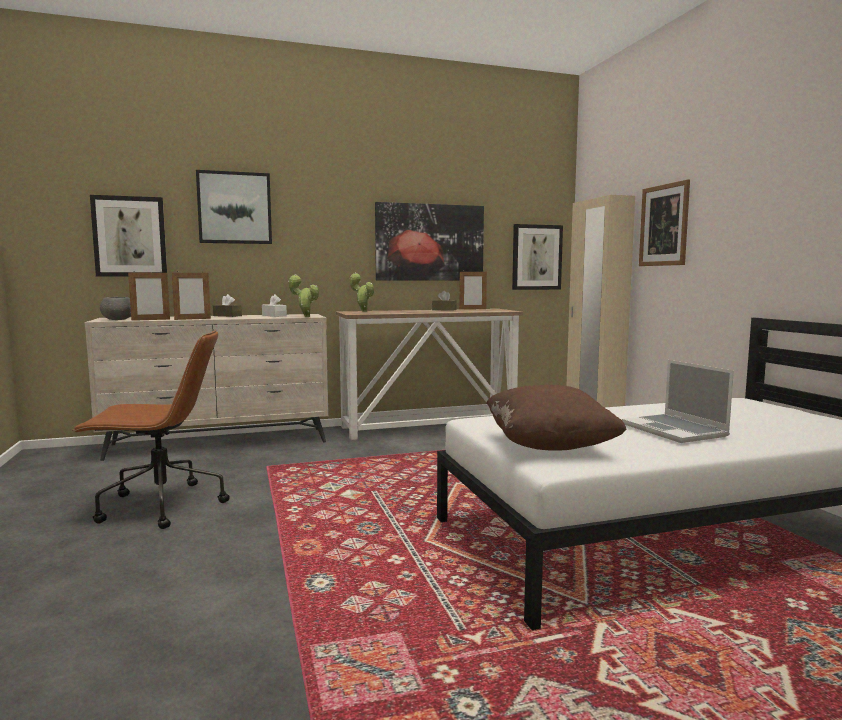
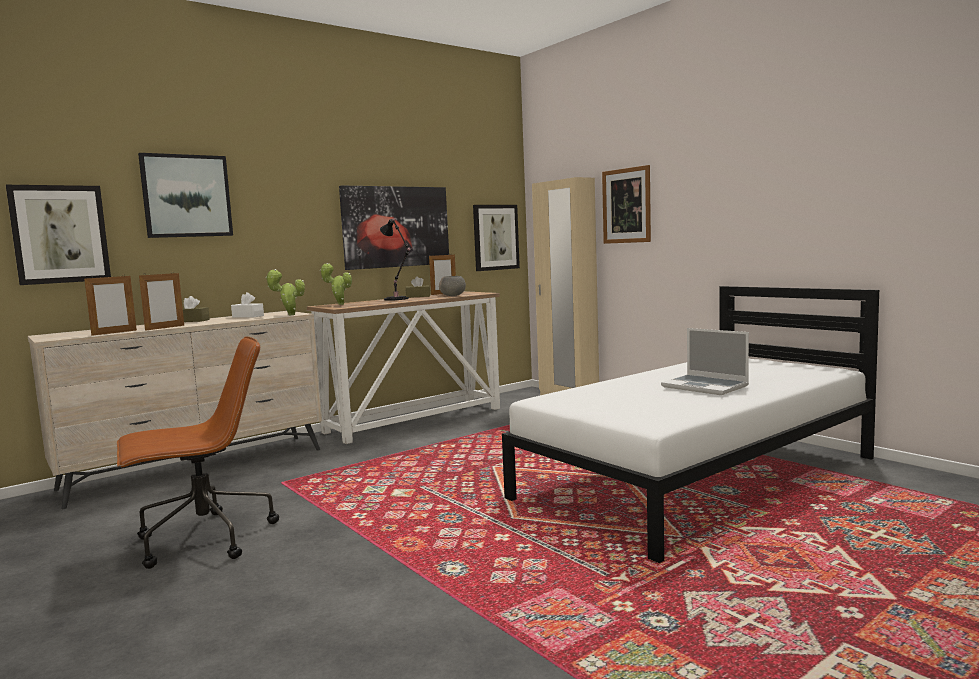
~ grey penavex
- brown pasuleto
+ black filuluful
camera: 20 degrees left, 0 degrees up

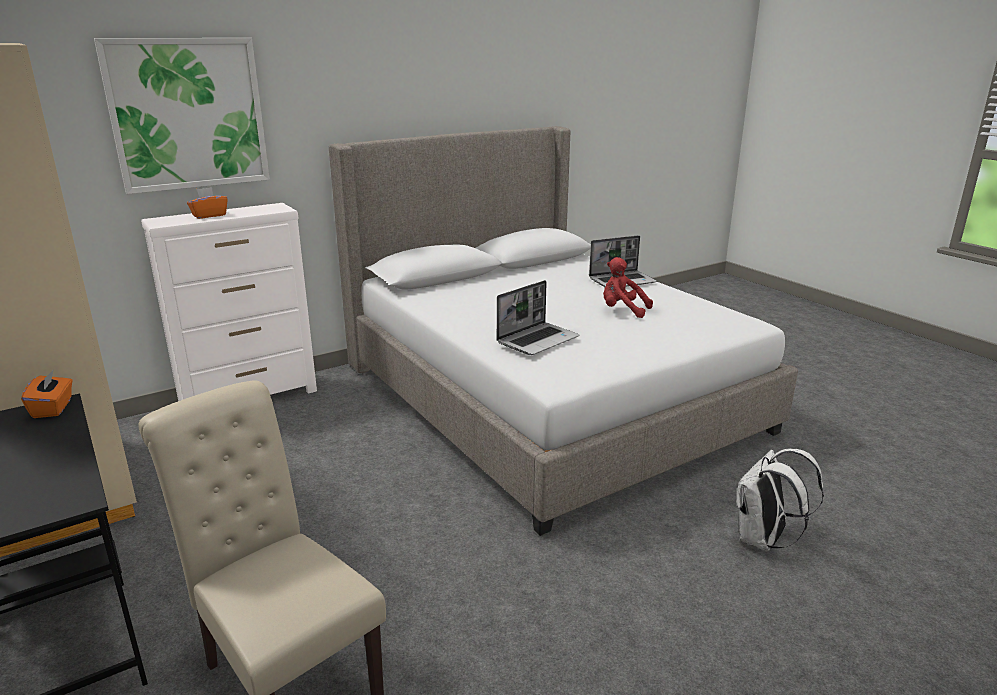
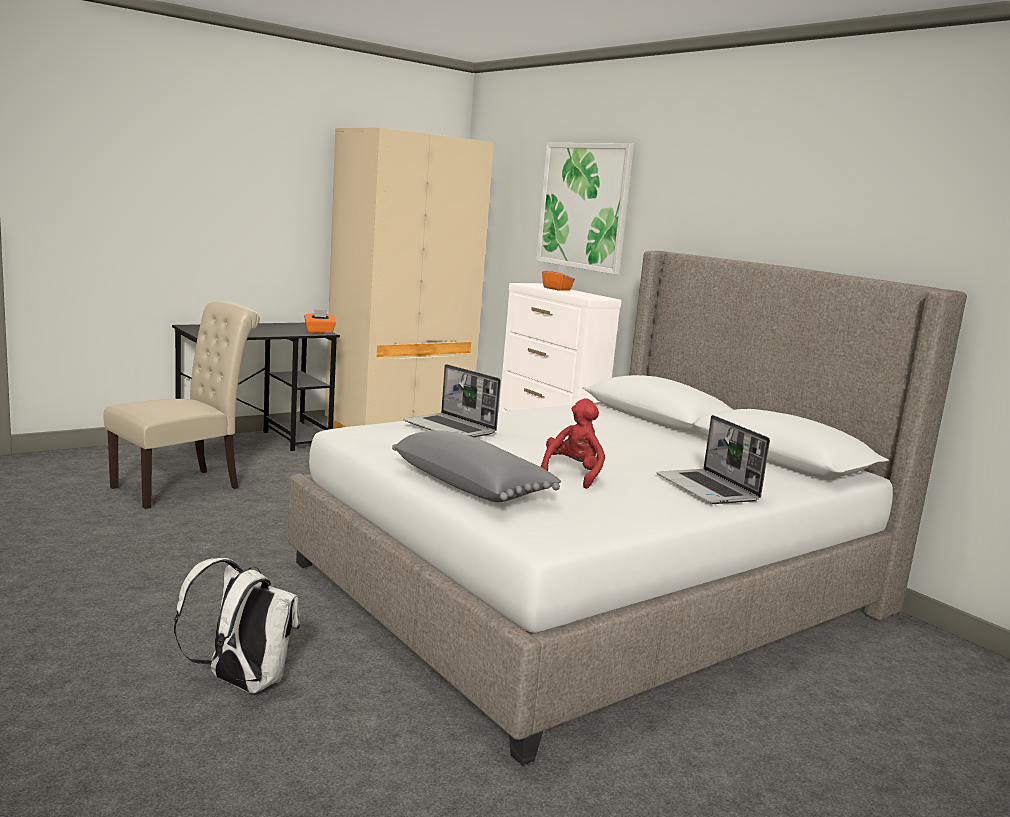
+ grey pasuleto
camera: 85 degrees right, 10 degrees down

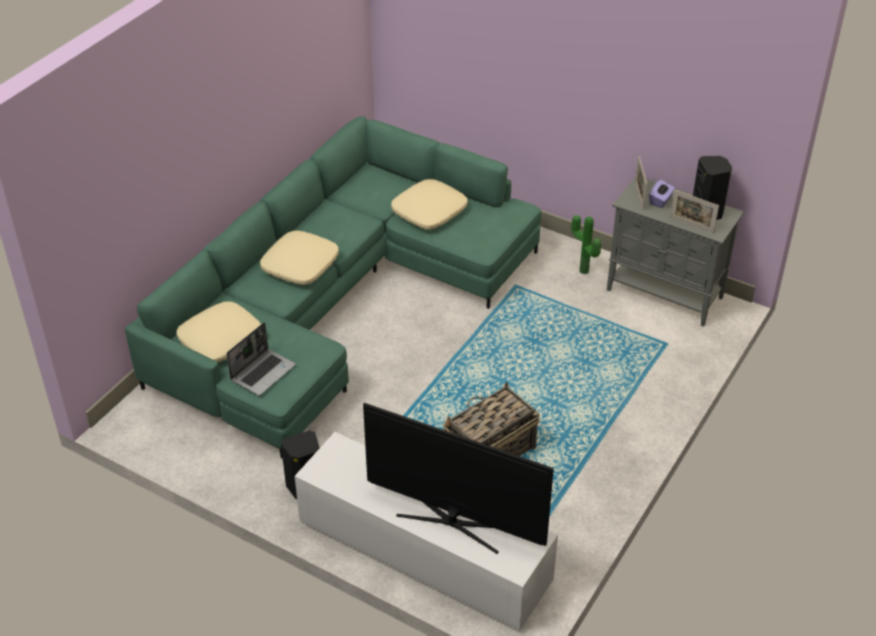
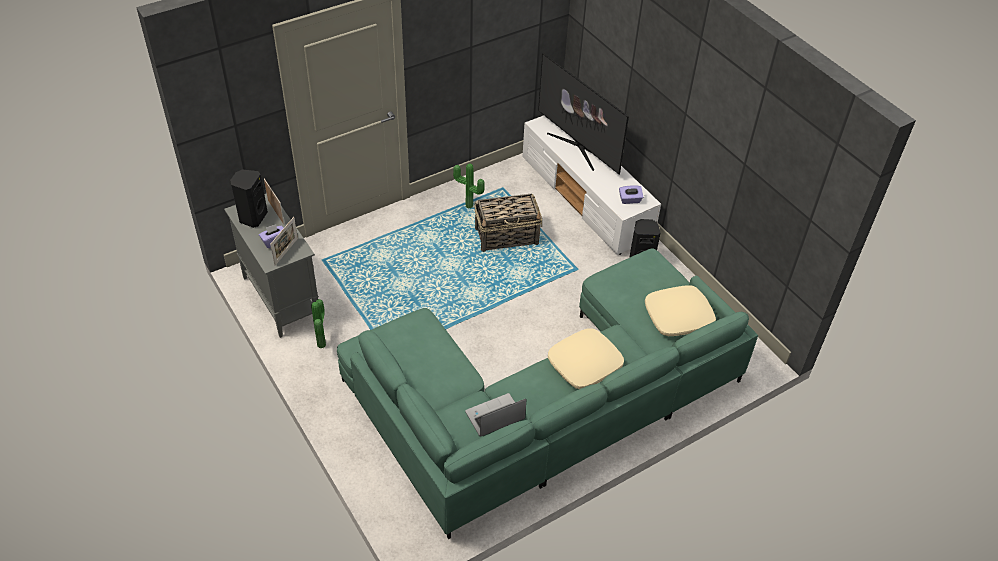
- beige pasuleto (3rd from left)
~ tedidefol
+ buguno (2nd from left)
+ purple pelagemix (2nd from left)
camera: 155 degrees left, 5 degrees up

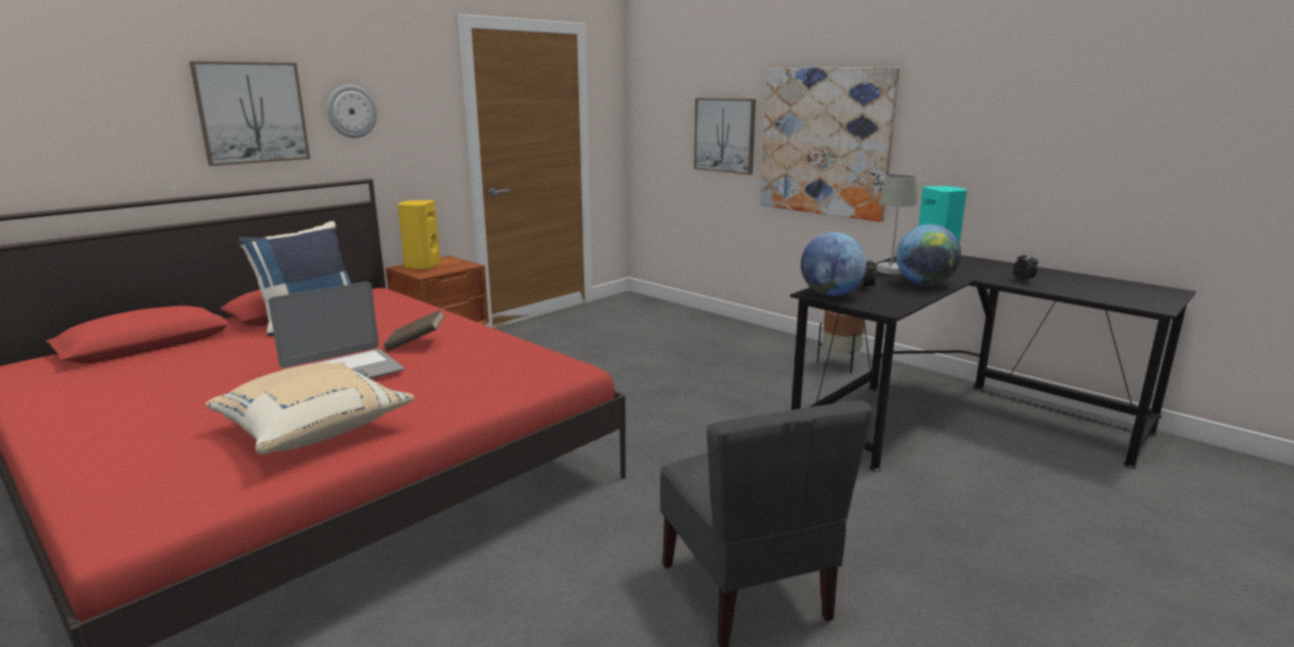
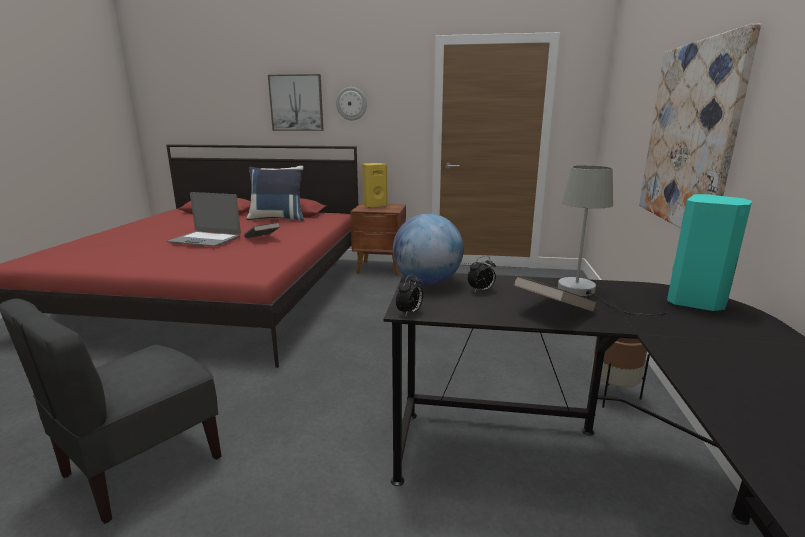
- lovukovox (2nd from left)
~ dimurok (2nd from left) to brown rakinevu (2nd from left)
~ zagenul (2nd from left in the first image) to zagenul (1st from left)
- beige pasuleto
camera: 55 degrees right, 0 degrees up

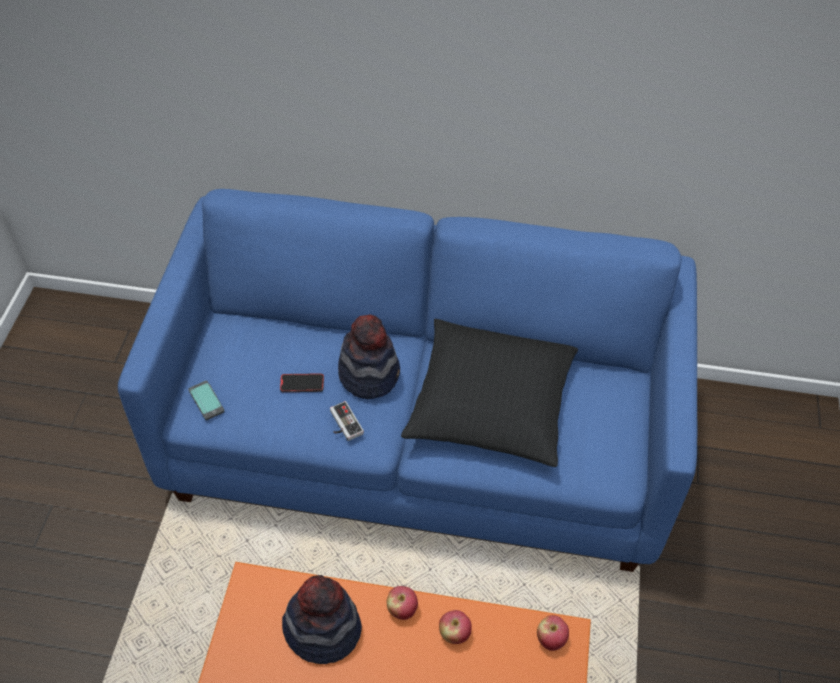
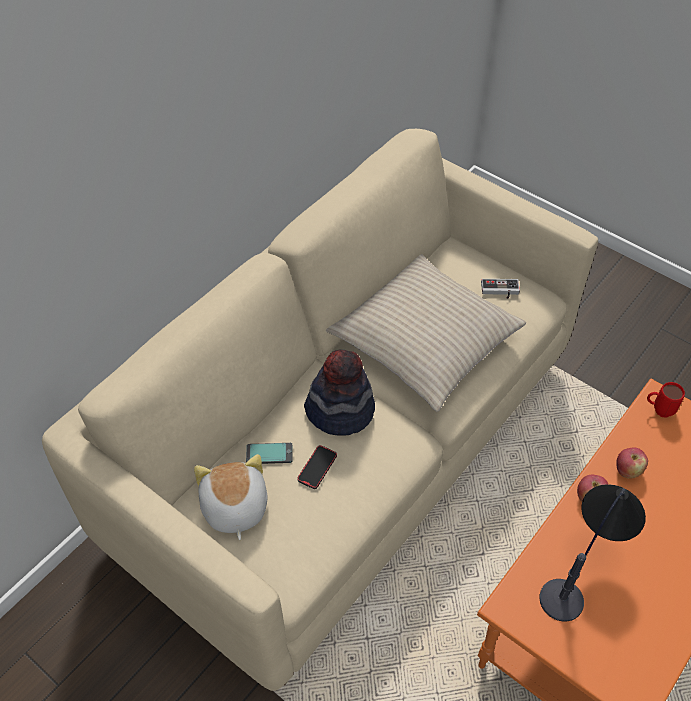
~ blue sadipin to beige sadipin
~ black pasuleto to beige pasuleto
~ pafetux (1st from left)
~ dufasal
~ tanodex (1st from left) to filuluful
~ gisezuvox (3rd from left) to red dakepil
+ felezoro
camera: 60 degrees left, 0 degrees up

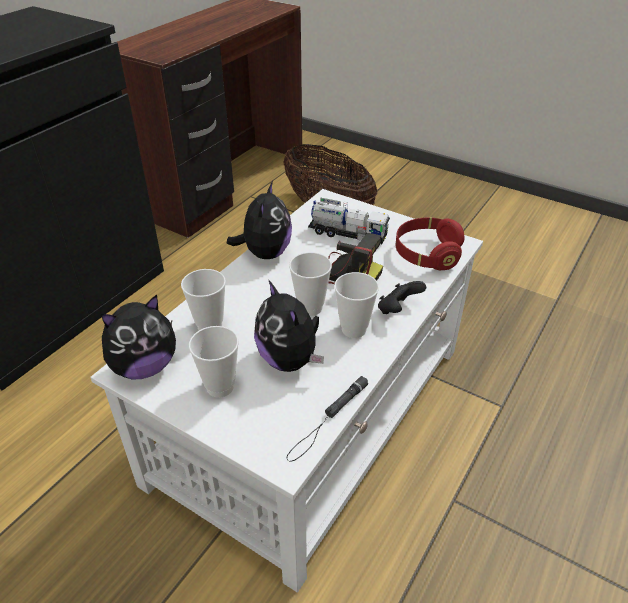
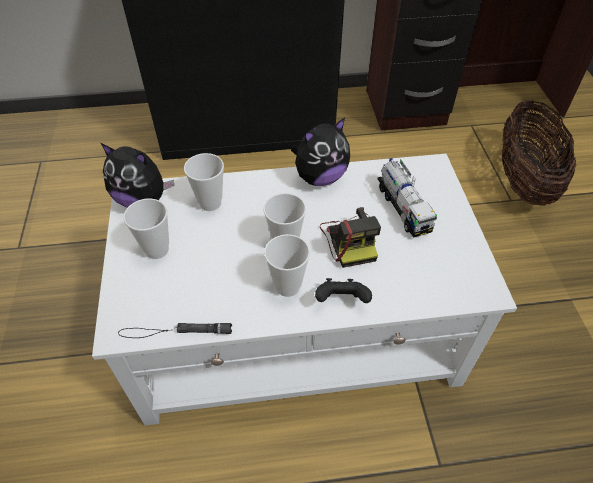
- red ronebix
- felezoro (3rd from left)
camera: 50 degrees right, 10 degrees up

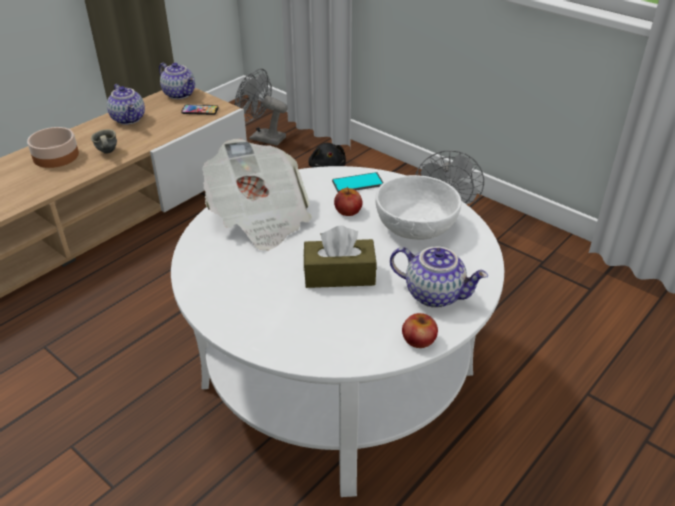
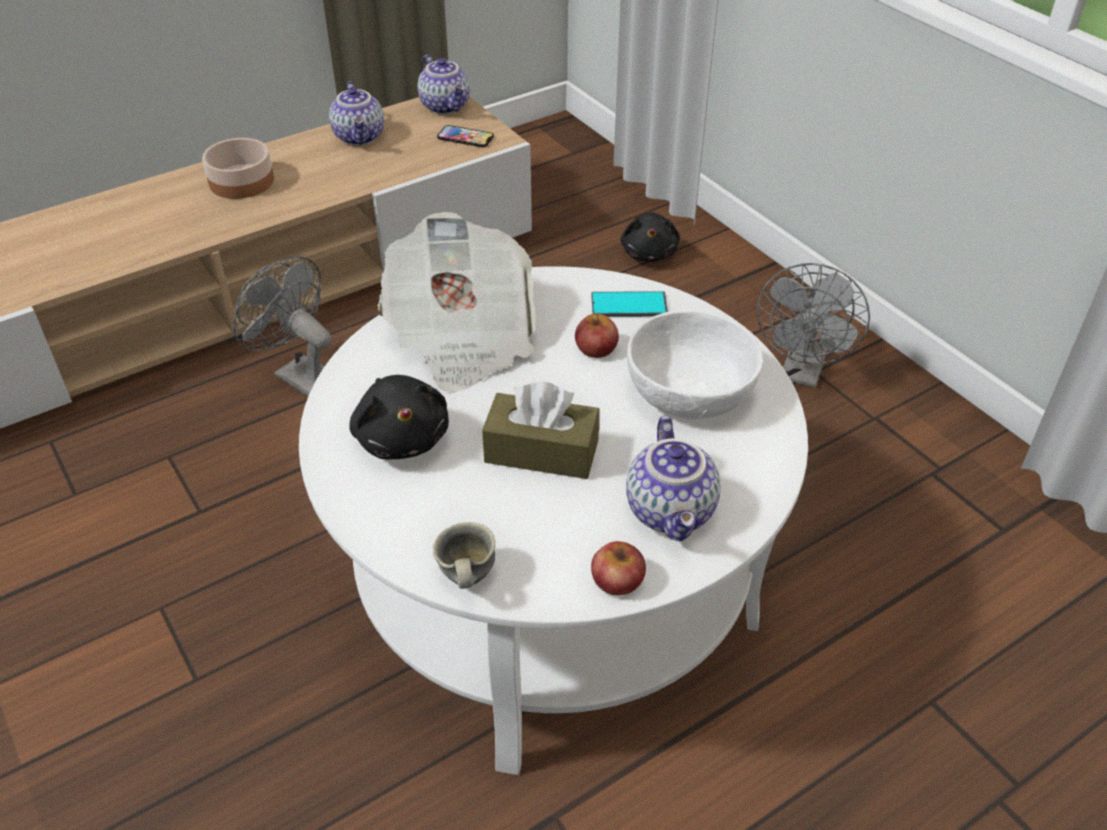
~ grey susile (1st from left)
~ grey dakepil
~ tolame (3rd from left) 45 degrees clockwise
+ black felezoro (1st from left)
camera: 15 degrees right, 5 degrees up

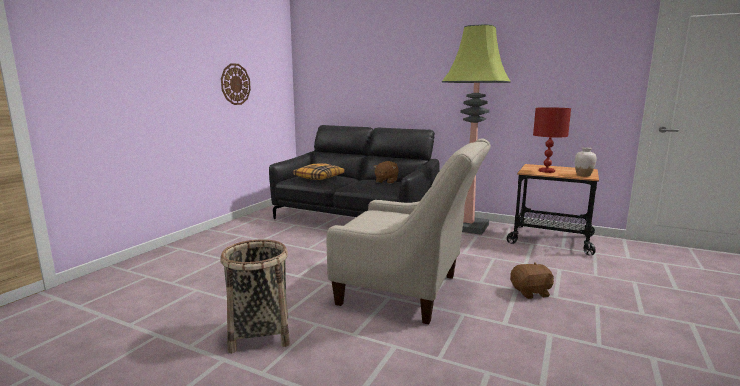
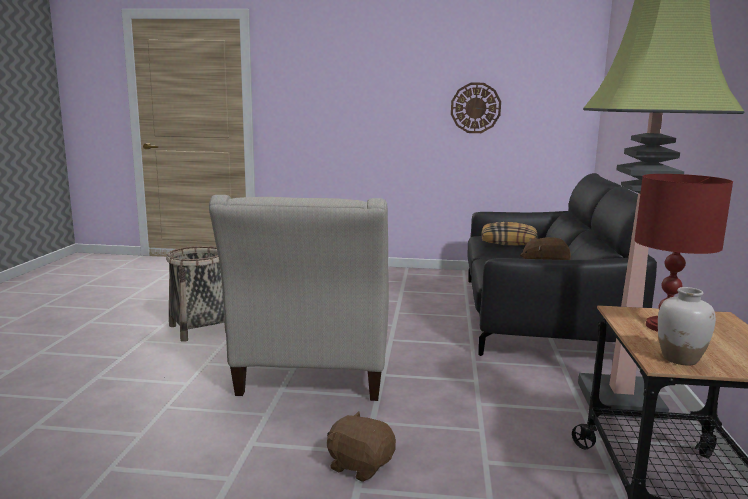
~ brown felezoro (2nd from left in the first image) 150 degrees clockwise
camera: 70 degrees right, 0 degrees up

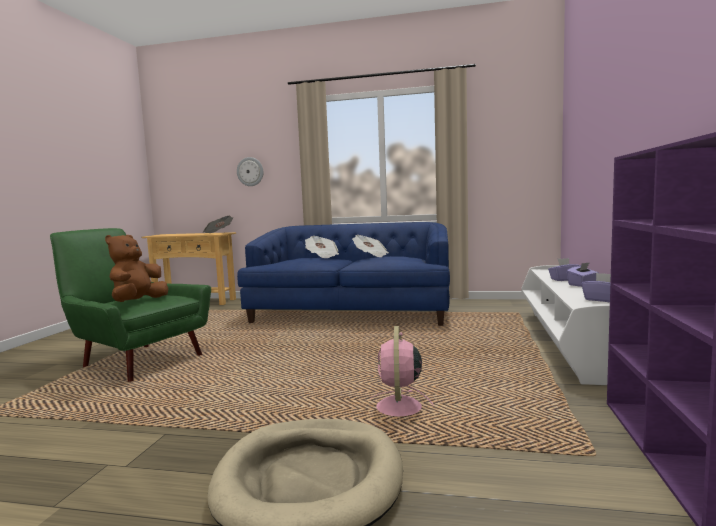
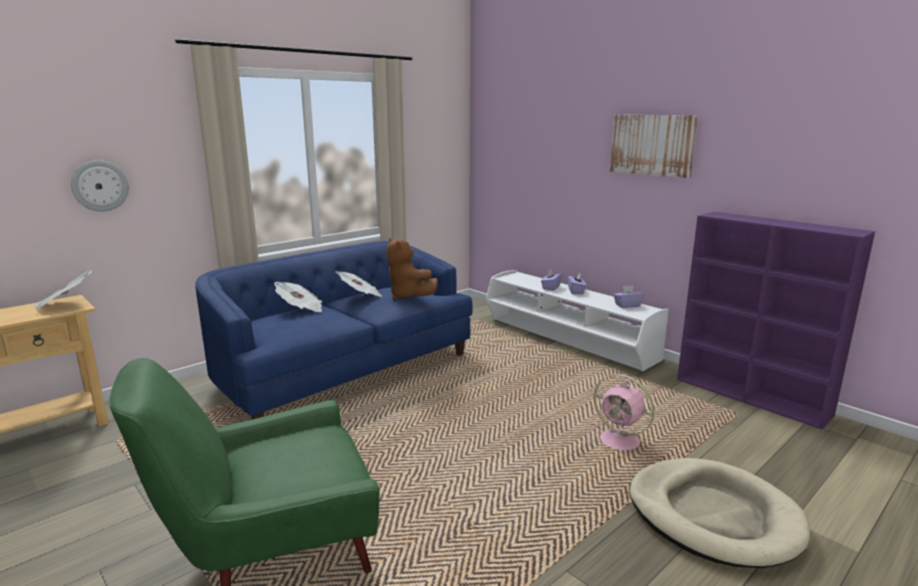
~ brown felezoro
+ lovukovox
camera: 55 degrees left, 10 degrees up

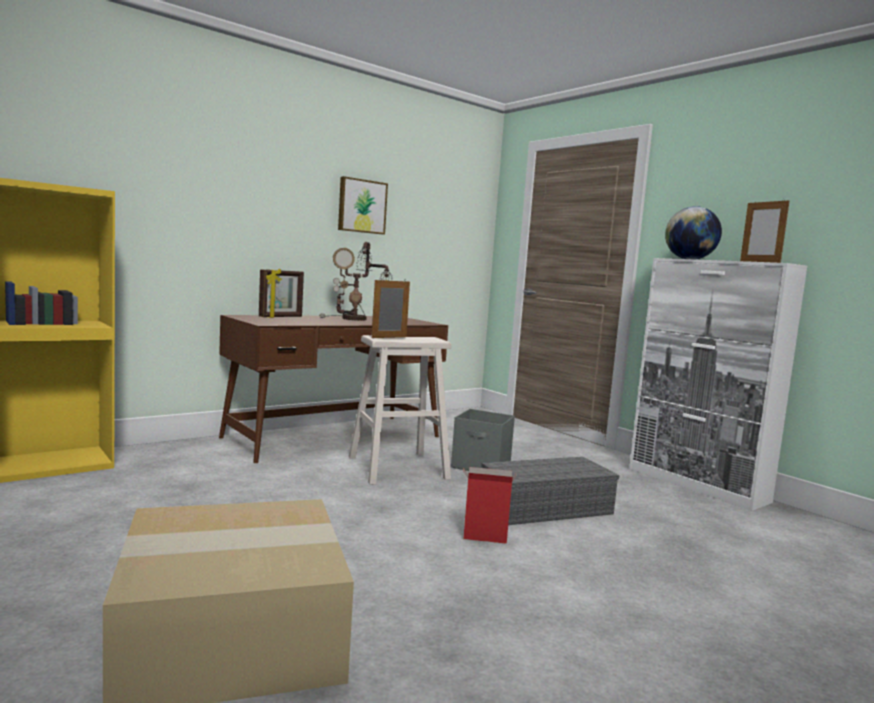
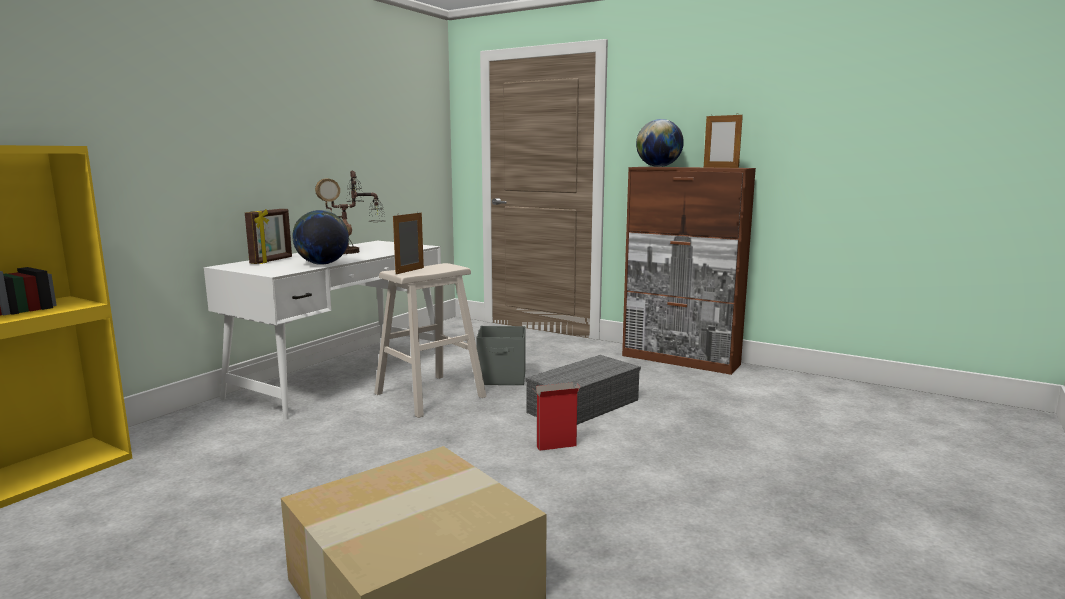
- lovukovox
~ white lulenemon to brown lulenemon
~ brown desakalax to white desakalax
+ dimurok (1st from left)
camera: 20 degrees left, 5 degrees up

